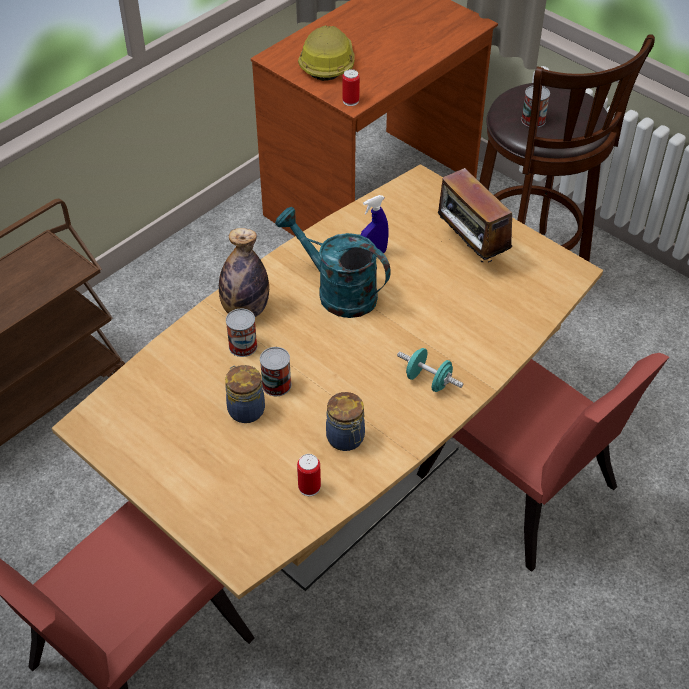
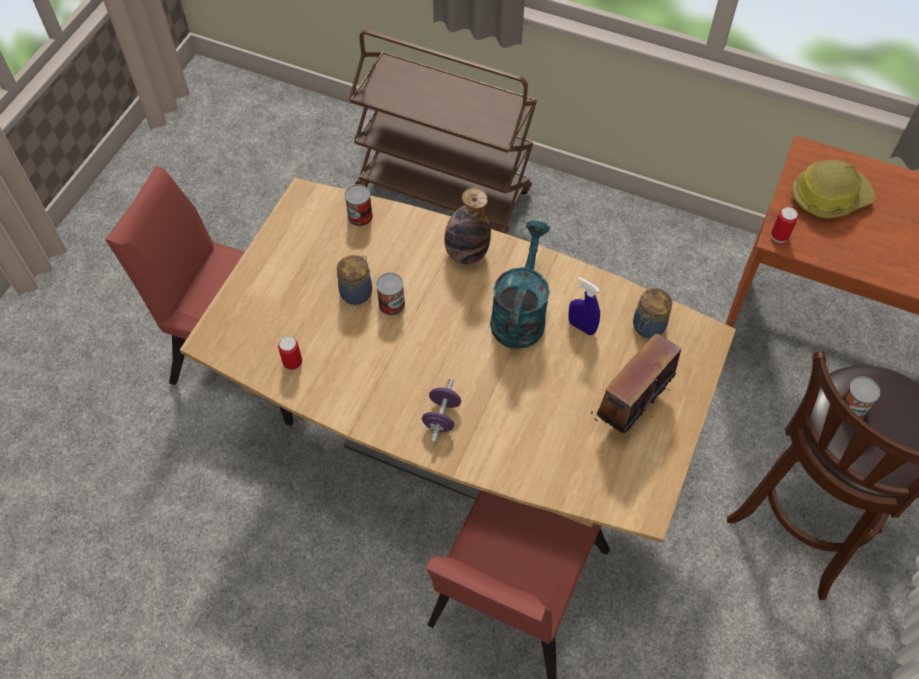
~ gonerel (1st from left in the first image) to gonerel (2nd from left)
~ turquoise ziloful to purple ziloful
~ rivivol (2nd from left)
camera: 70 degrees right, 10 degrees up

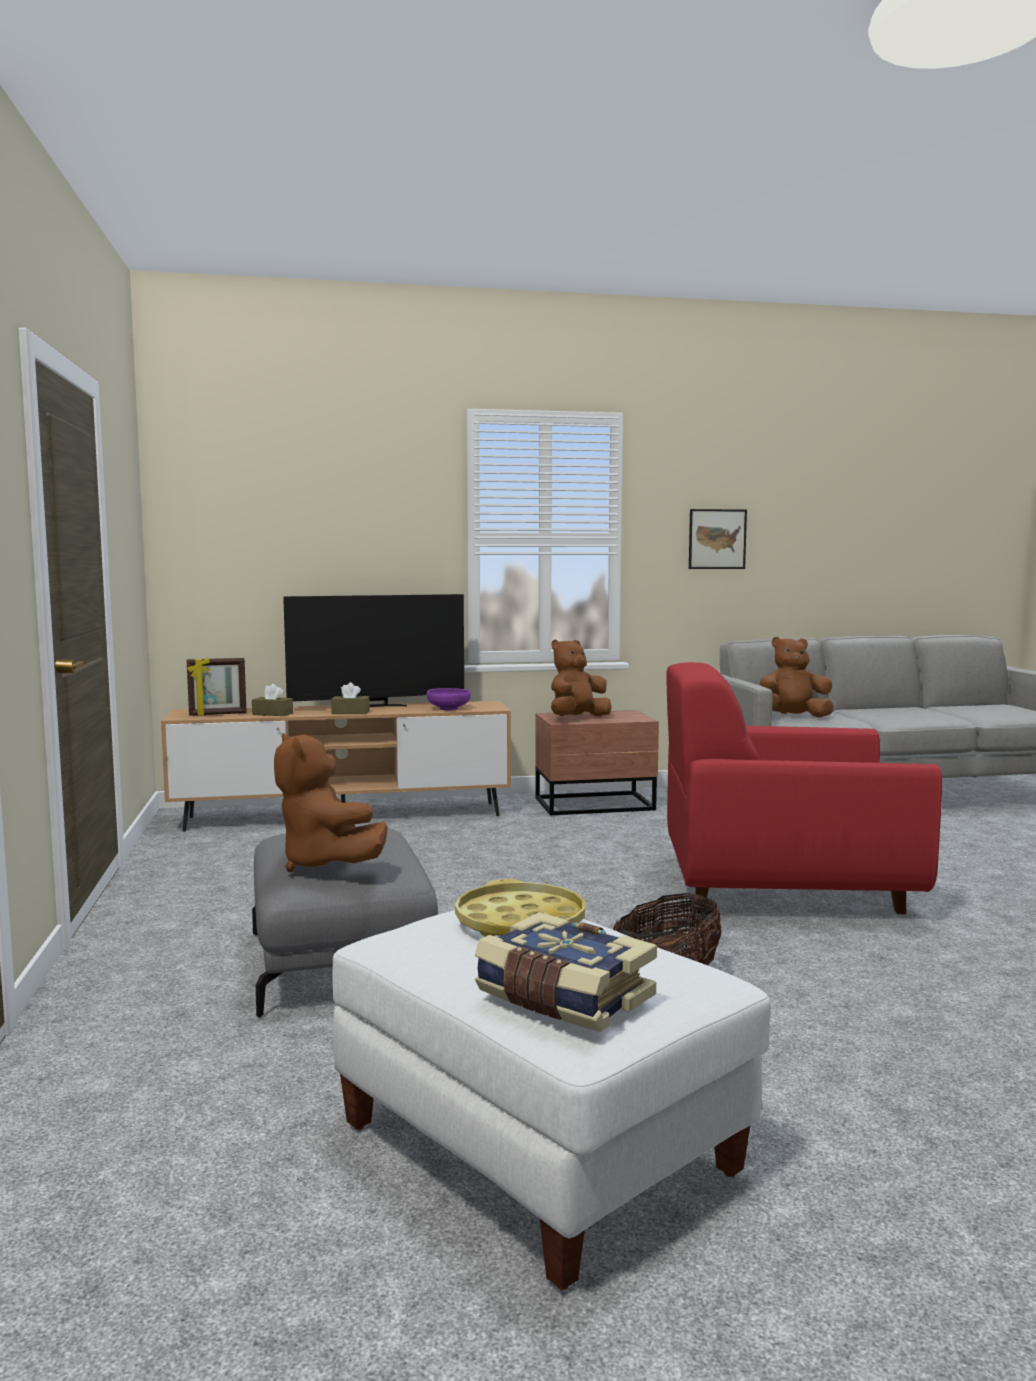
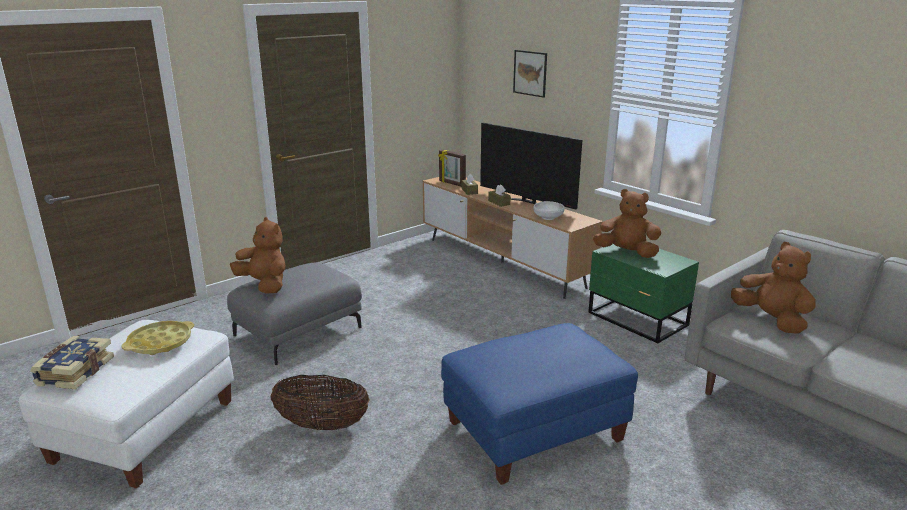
~ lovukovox
~ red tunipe to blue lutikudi
~ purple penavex to white penavex
~ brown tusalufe to green tusalufe
~ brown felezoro (1st from left) 105 degrees clockwise
camera: 60 degrees right, 15 degrees up

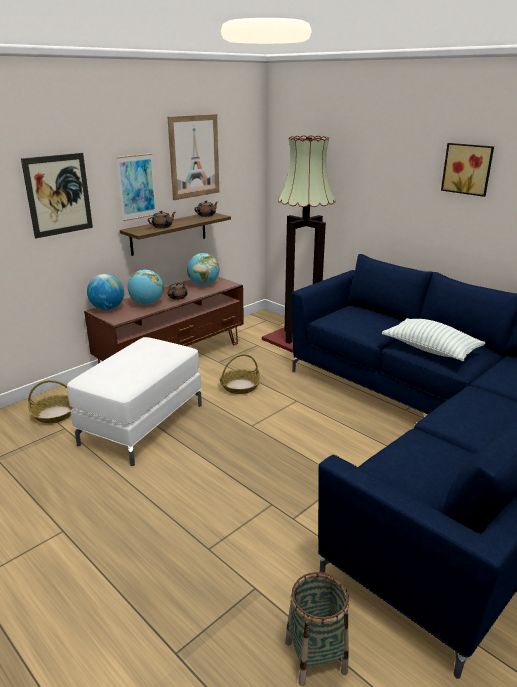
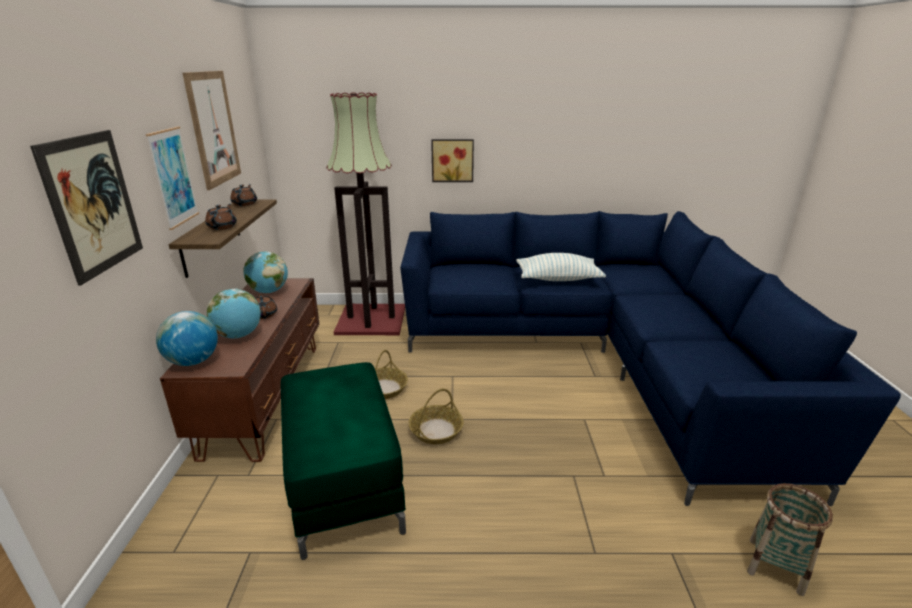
~ lovukovox (4th from left)
~ white lutikudi to green lutikudi
~ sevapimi (1st from left in the first image) to sevapimi (2nd from left)
camera: 45 degrees left, 0 degrees up

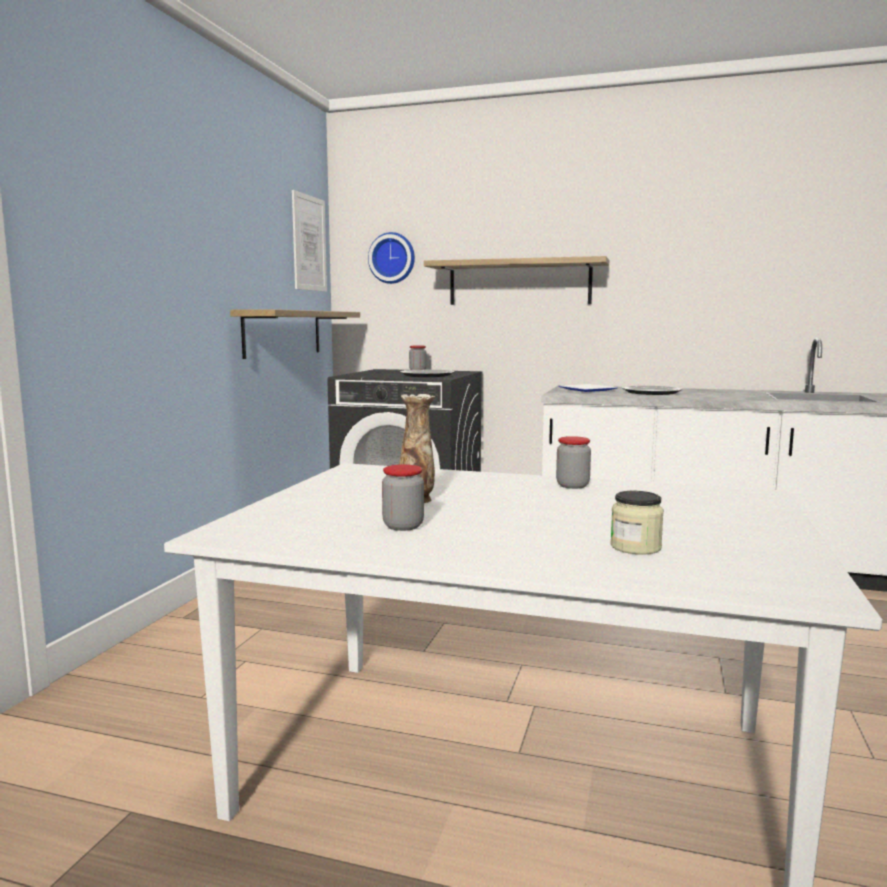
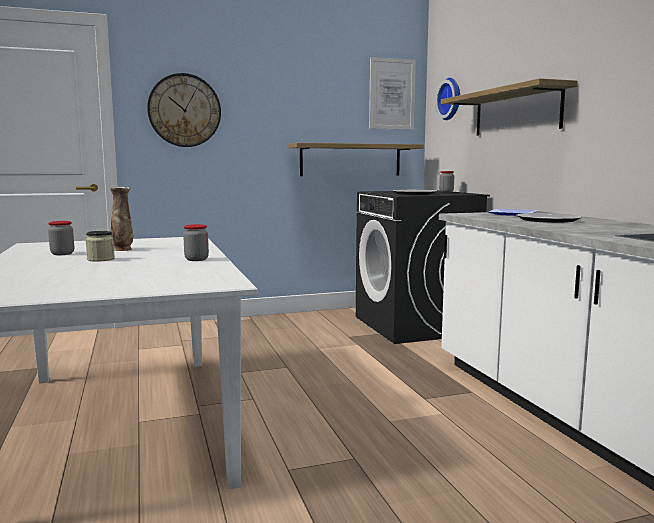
~ rivivol (4th from left in the first image) to rivivol (2nd from left)
+ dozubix (1st from left)
camera: 55 degrees right, 0 degrees up

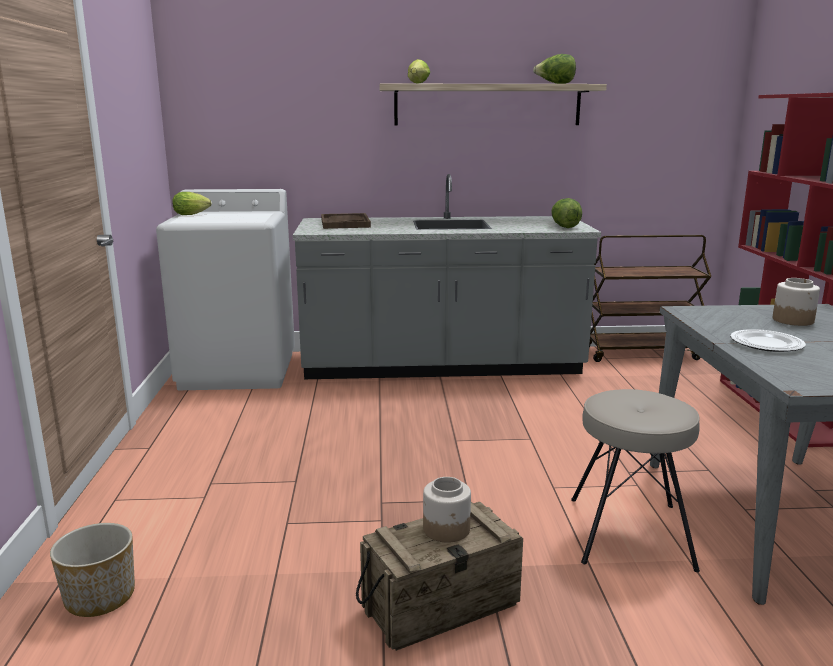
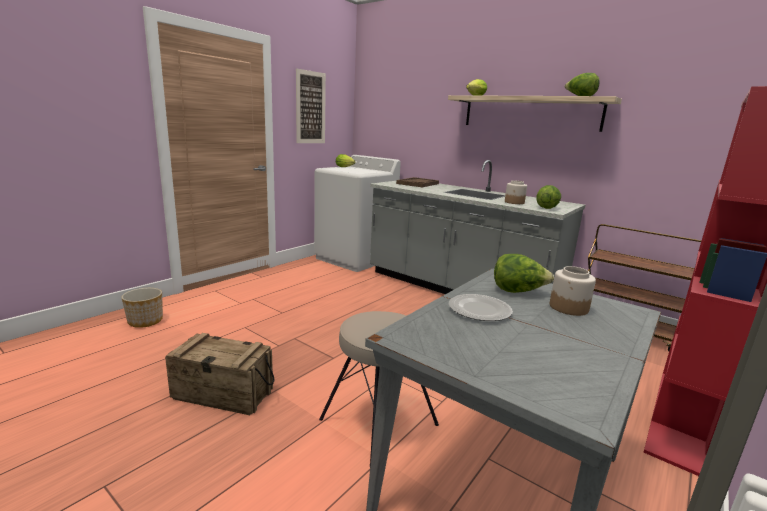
~ rivivol (1st from left)
+ lovukovox
+ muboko (3rd from left)
camera: 40 degrees right, 0 degrees up

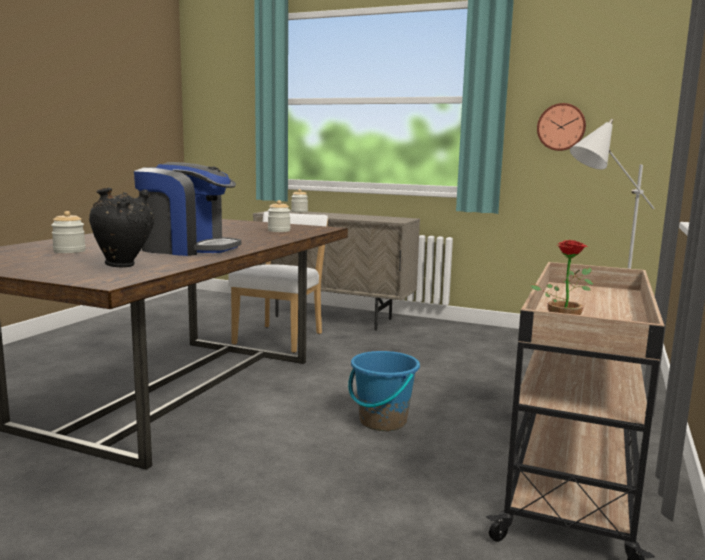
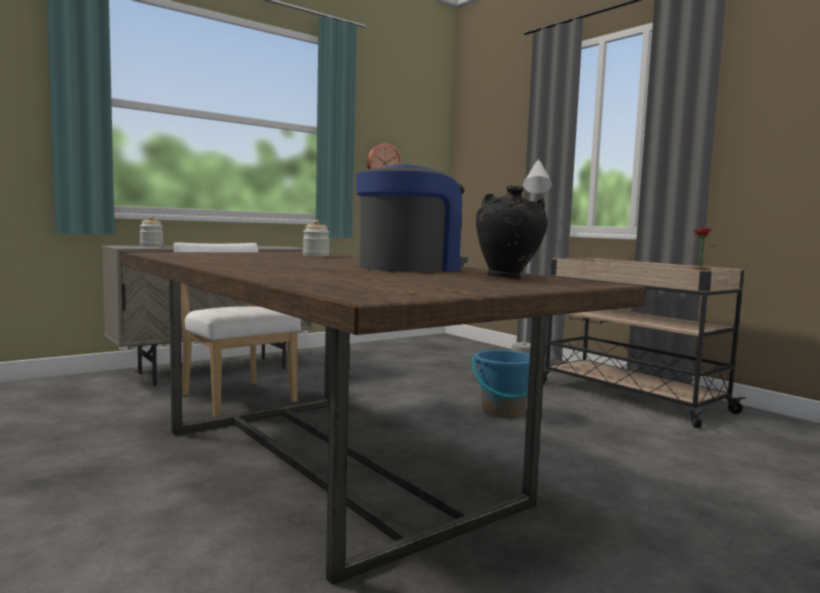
- rivivol (1st from left)
camera: 60 degrees left, 5 degrees down

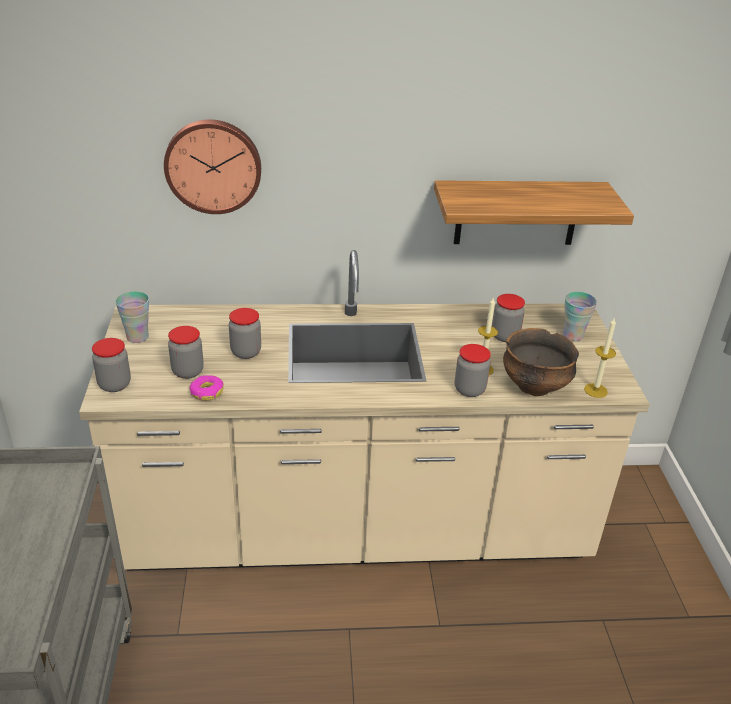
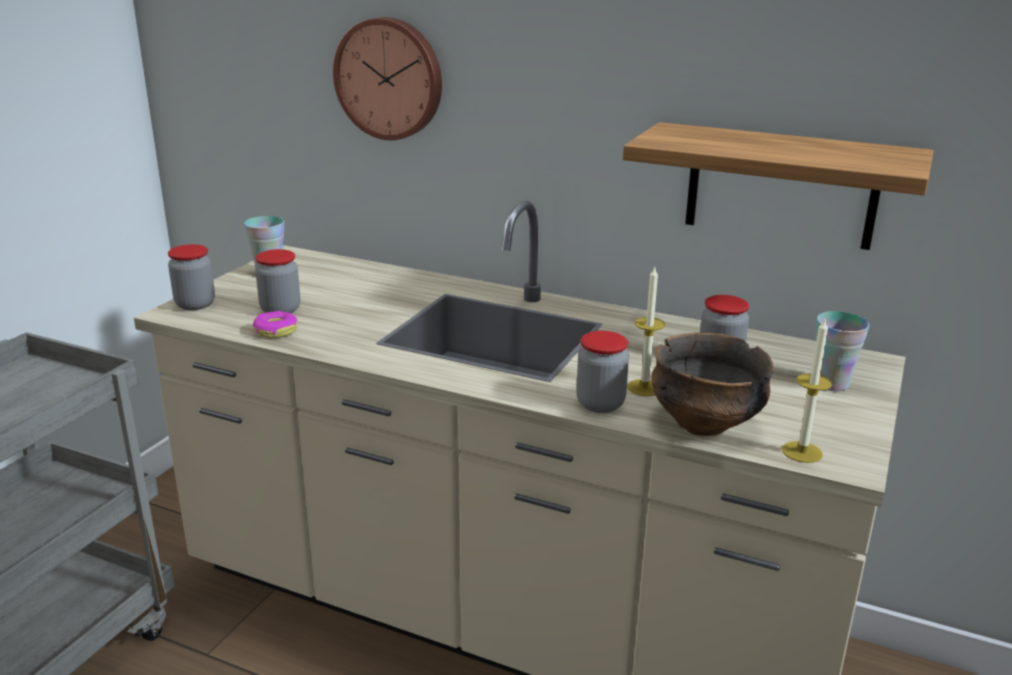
- rivivol (3rd from left)
camera: 30 degrees right, 10 degrees down

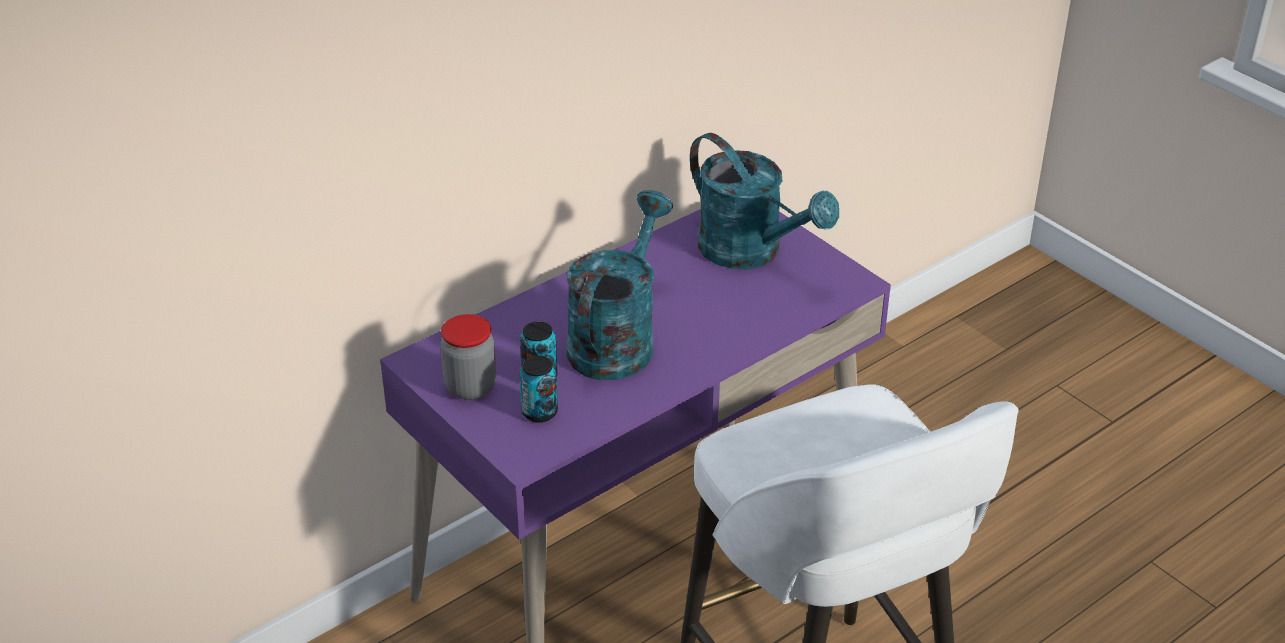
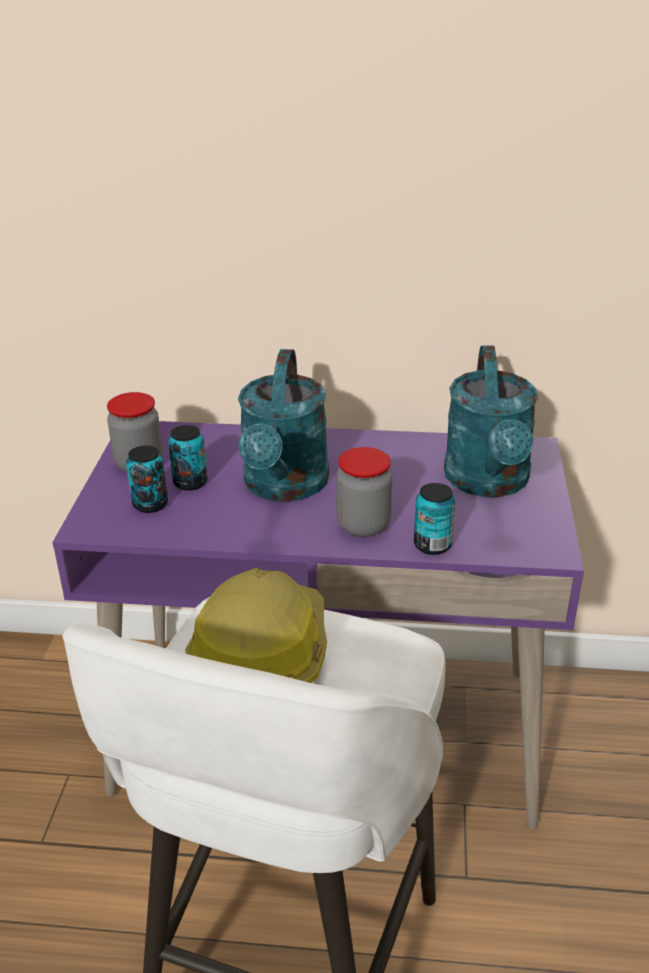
~ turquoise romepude (1st from left) 120 degrees clockwise
+ rivivol (2nd from left)
+ gonerel (3rd from left)
+ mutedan
camera: 45 degrees right, 5 degrees down

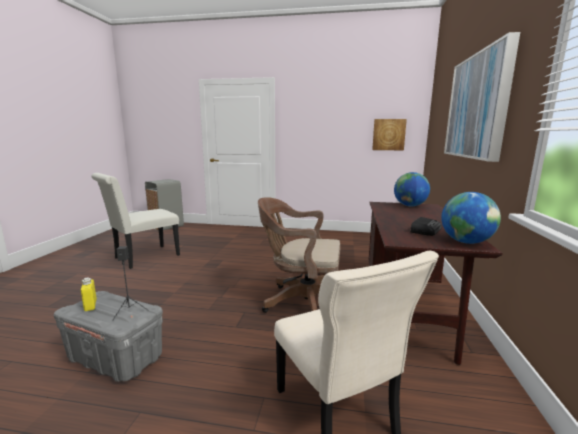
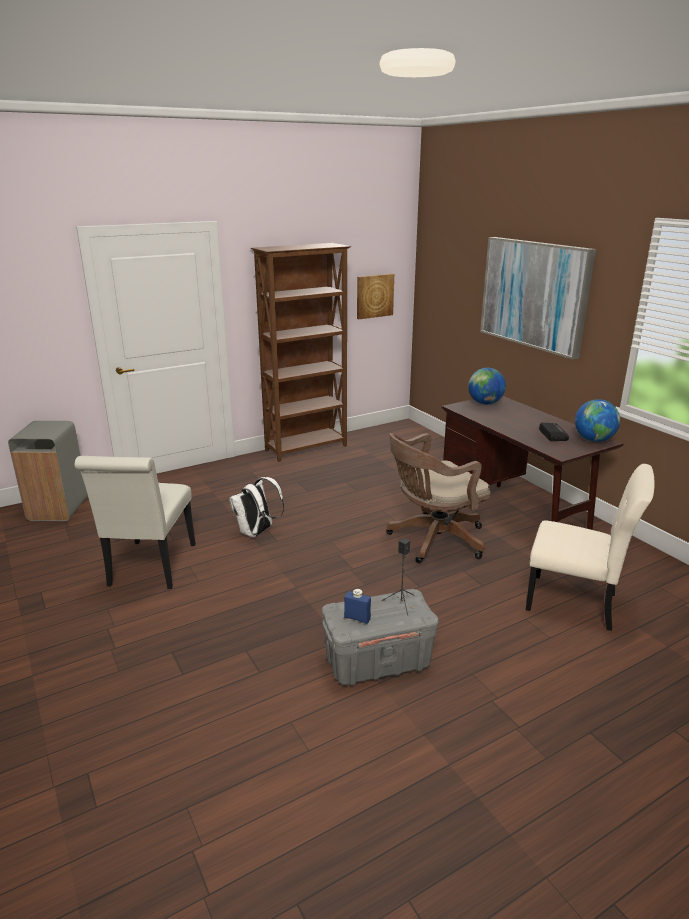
~ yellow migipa to blue migipa
+ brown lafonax
+ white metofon
camera: 40 degrees left, 10 degrees up

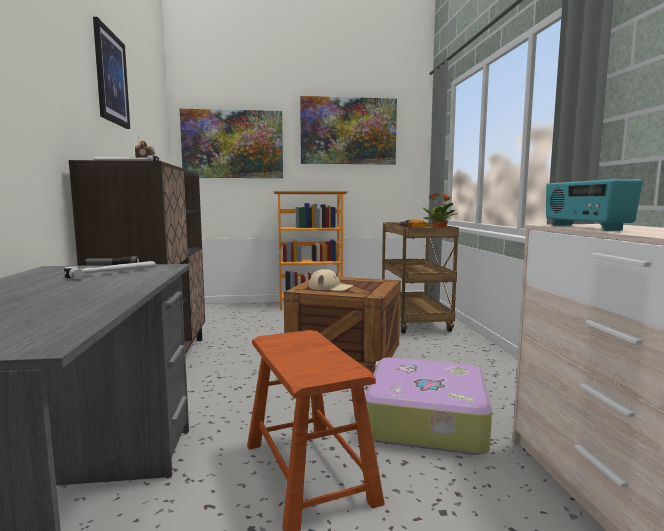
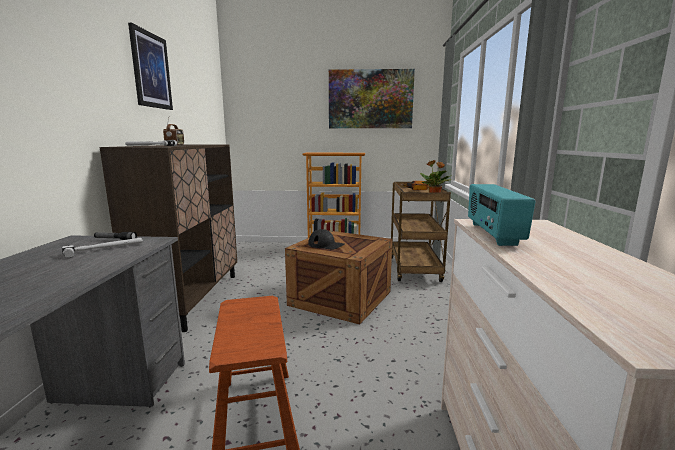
- lovukovox (2nd from left)
~ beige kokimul to black kokimul
- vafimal
camera: 10 degrees right, 5 degrees up

